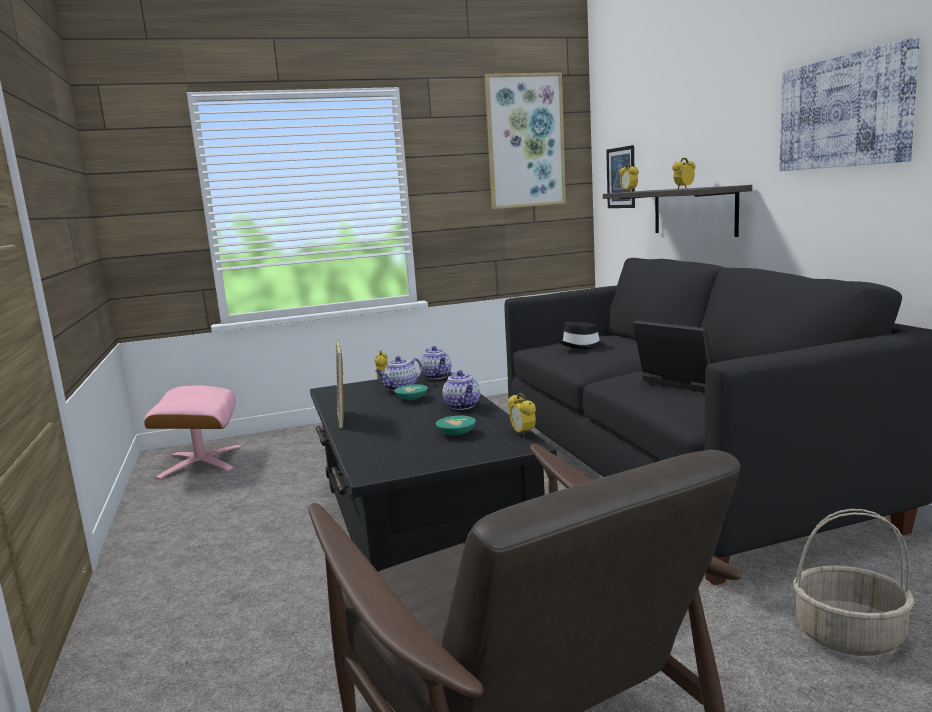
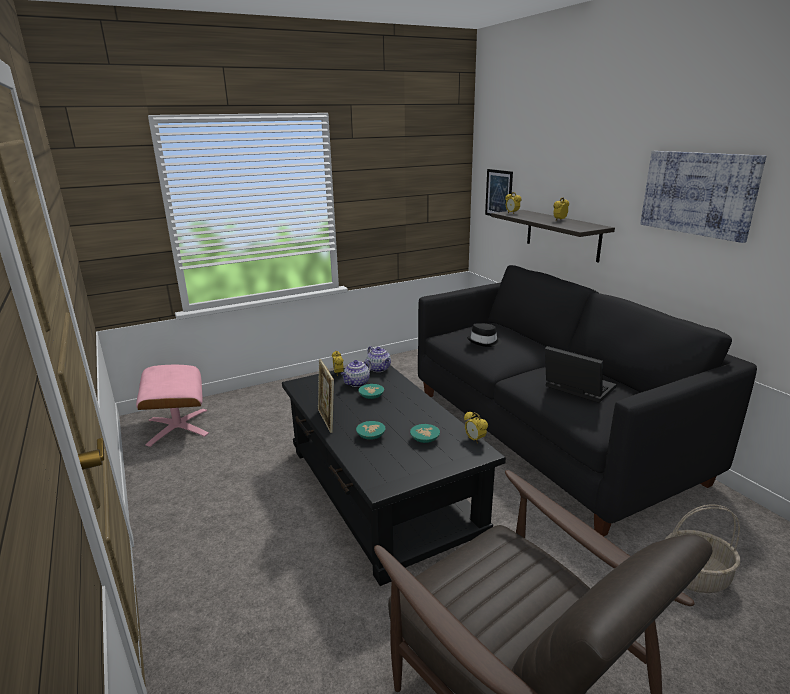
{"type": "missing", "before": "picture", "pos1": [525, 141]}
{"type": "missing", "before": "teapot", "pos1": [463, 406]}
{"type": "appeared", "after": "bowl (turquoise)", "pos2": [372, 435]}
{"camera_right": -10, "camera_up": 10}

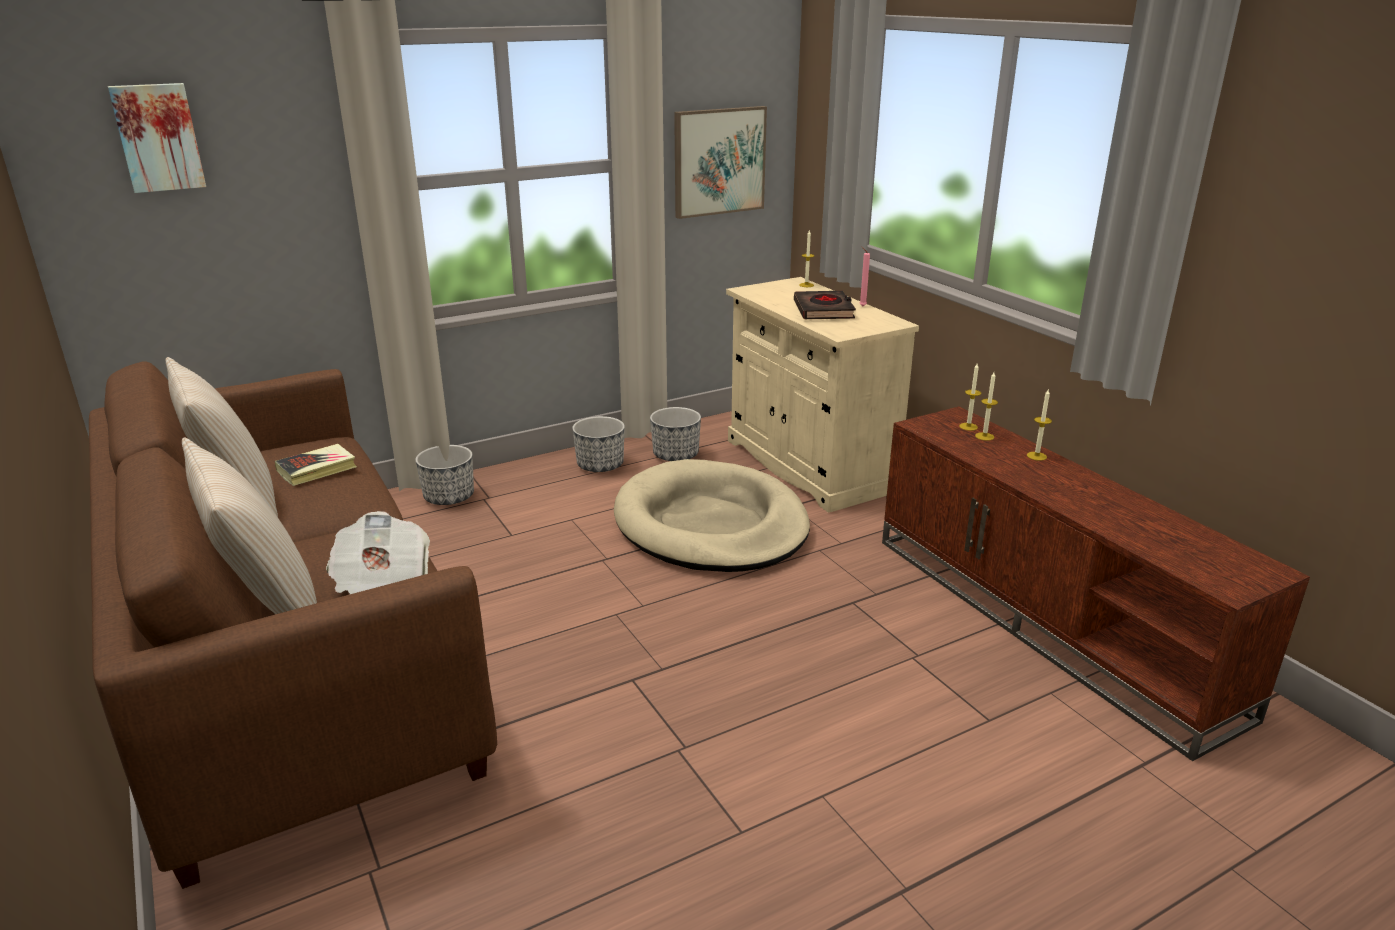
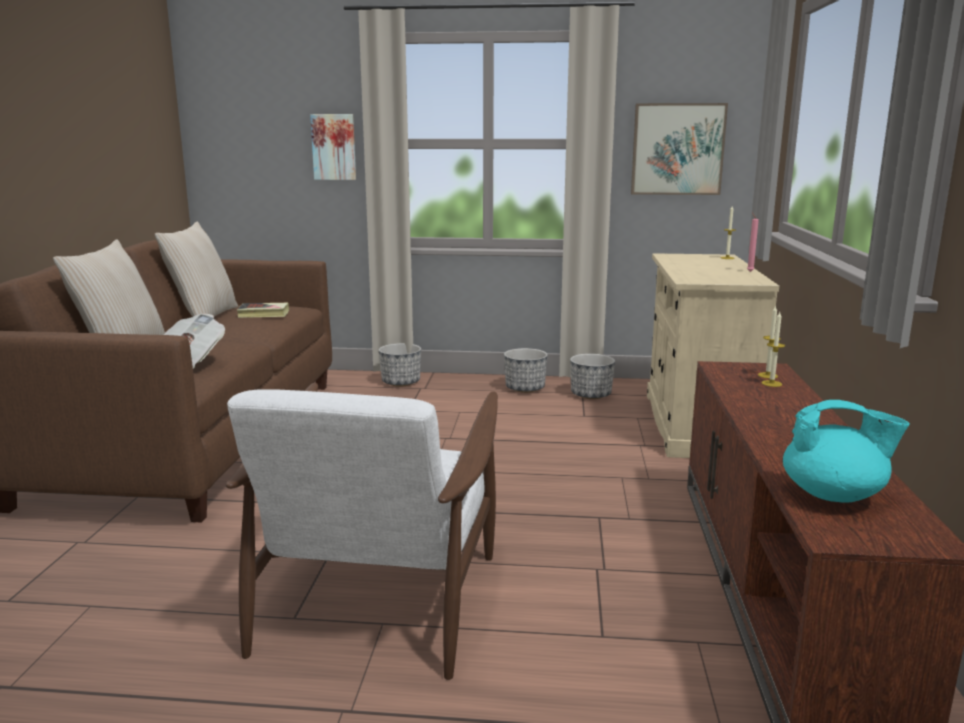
{"type": "relocated", "before": "picture", "pos1": [158, 137], "pos2": [334, 147]}
{"type": "missing", "before": "book (black)", "pos1": [824, 310]}
{"type": "missing", "before": "candle", "pos1": [1036, 456]}
{"type": "missing", "before": "dog bed (beige)", "pos1": [711, 524]}
{"type": "appeared", "after": "armchair (white)", "pos2": [379, 596]}
{"type": "appeared", "after": "teapot (turquoise)", "pos2": [834, 495]}
{"camera_right": 35, "camera_up": -10}

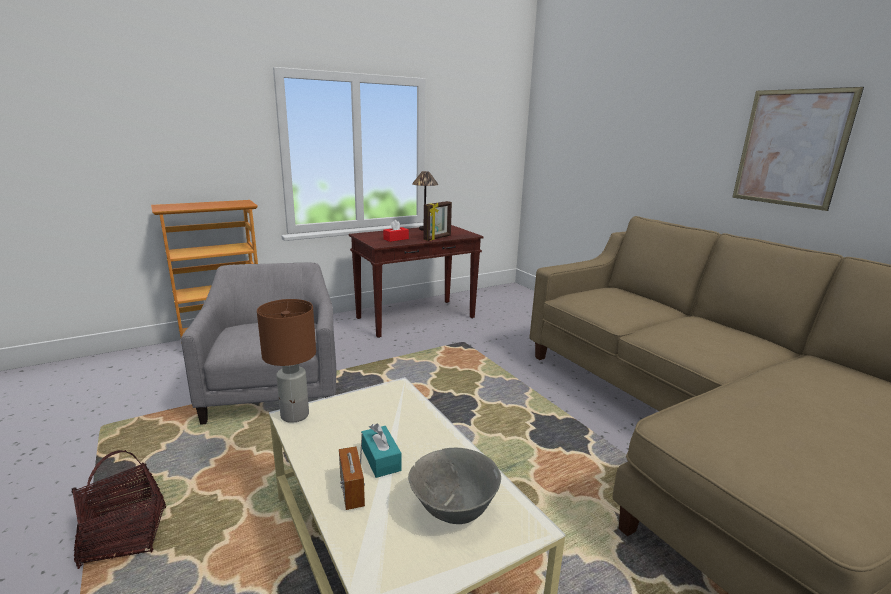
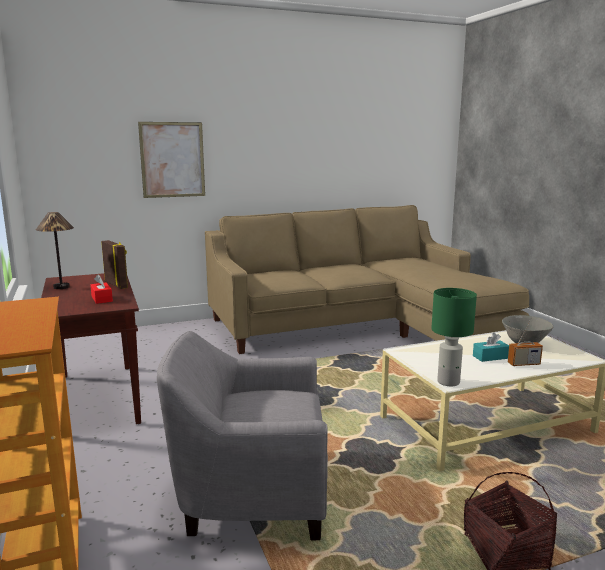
{"type": "relocated", "before": "picture", "pos1": [791, 148], "pos2": [172, 160]}
{"type": "colour", "before": "table lamp (brown)", "after": "table lamp (green)", "pos1": [295, 415], "pos2": [448, 382]}
{"camera_right": -80, "camera_up": -5}

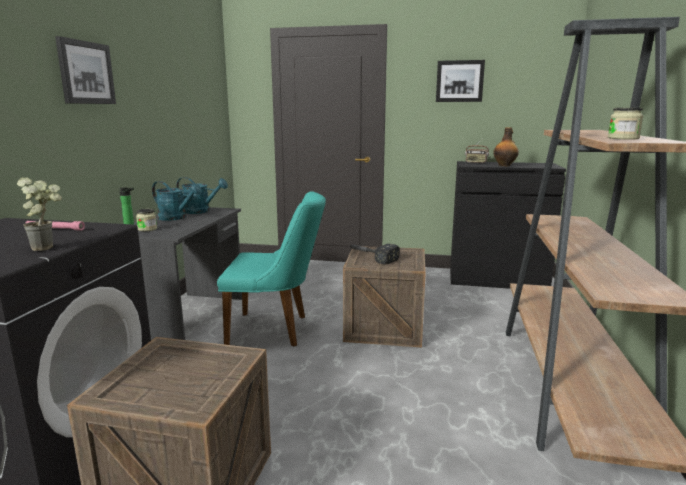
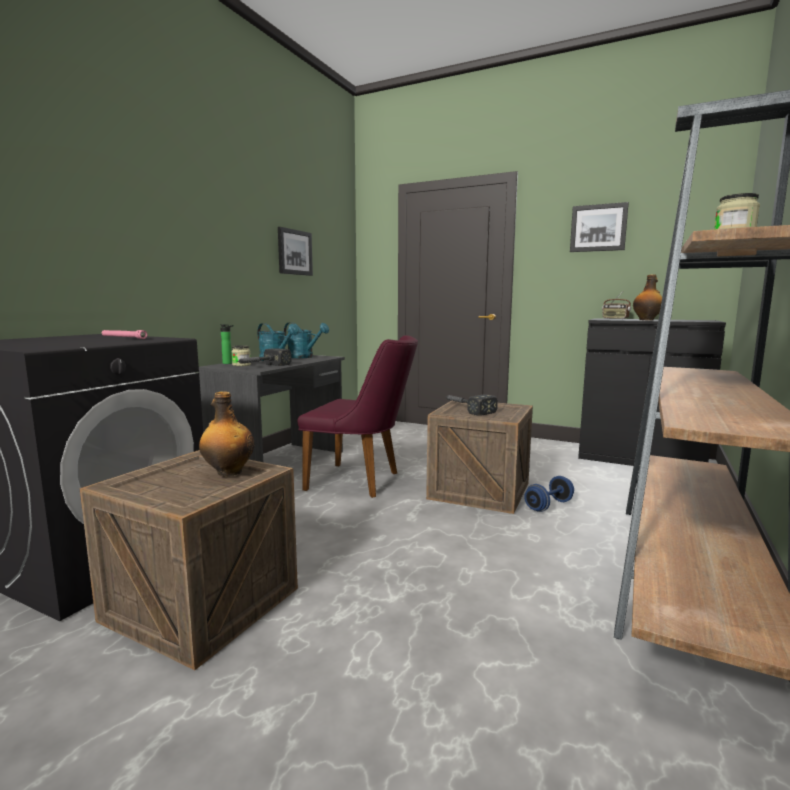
{"type": "relocated", "before": "picture", "pos1": [85, 73], "pos2": [294, 252]}
{"type": "missing", "before": "potted plant", "pos1": [49, 247]}
{"type": "colour", "before": "chair (turquoise)", "after": "chair (purple)", "pos1": [276, 330], "pos2": [361, 481]}
{"type": "appeared", "after": "hammer", "pos2": [261, 366]}
{"type": "appeared", "after": "bottle", "pos2": [228, 472]}
{"type": "appeared", "after": "dumbbell (blue)", "pos2": [548, 505]}
{"camera_right": 15, "camera_up": -5}

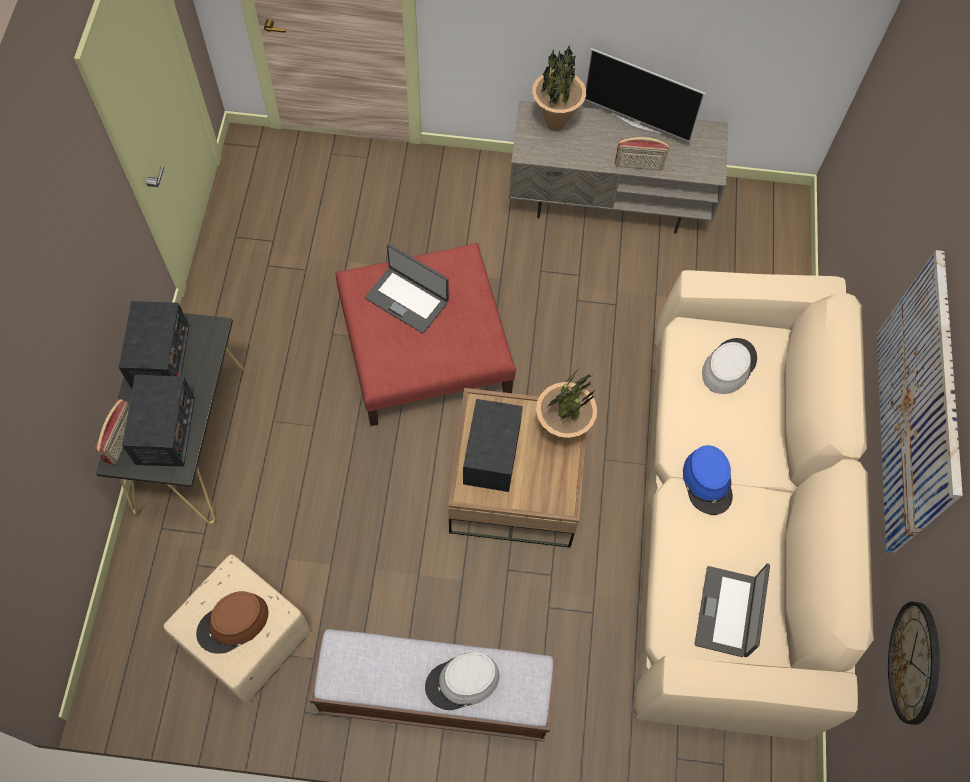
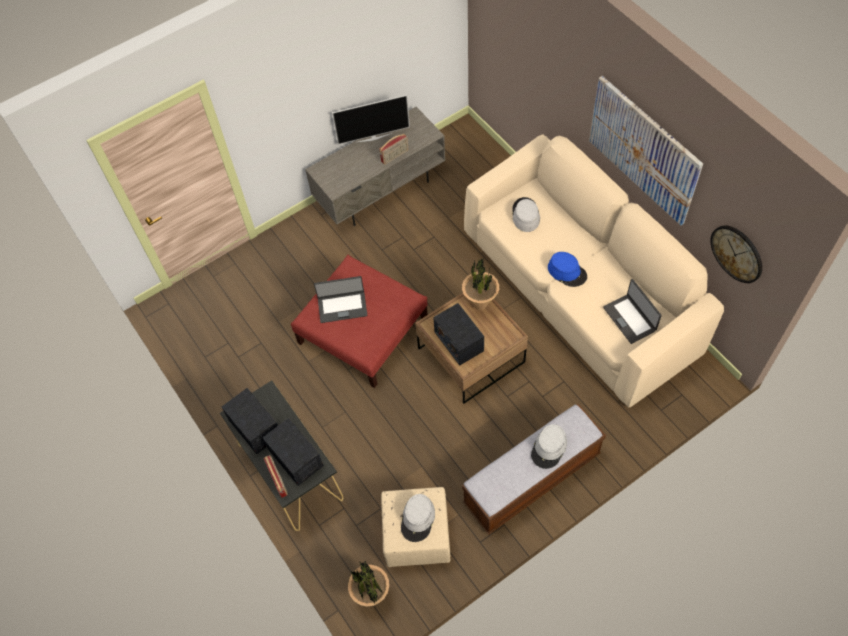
{"type": "relocated", "before": "potted plant", "pos1": [555, 125], "pos2": [372, 595]}
{"type": "colour", "before": "hat (brown)", "after": "hat (grey)", "pos1": [233, 623], "pos2": [418, 519]}
{"camera_right": -35, "camera_up": -5}

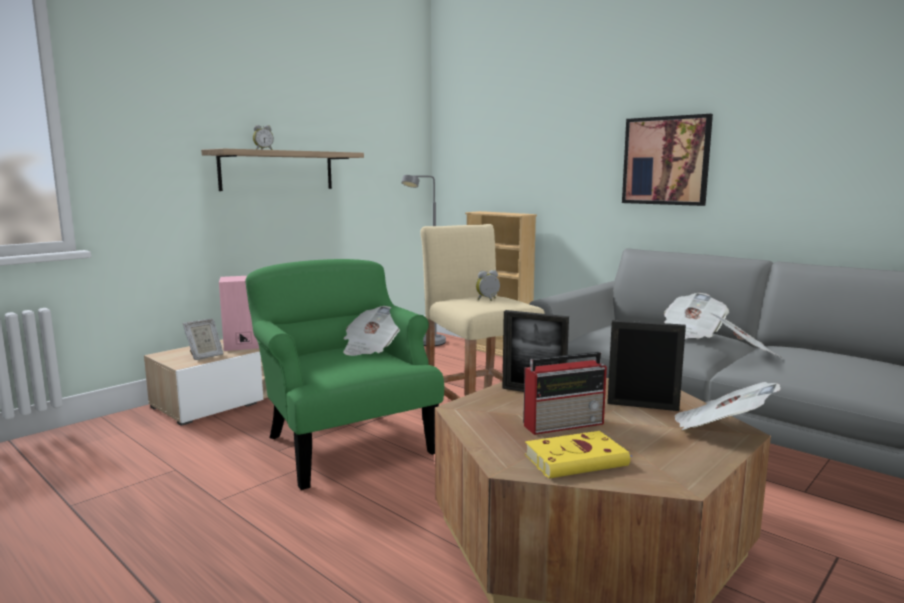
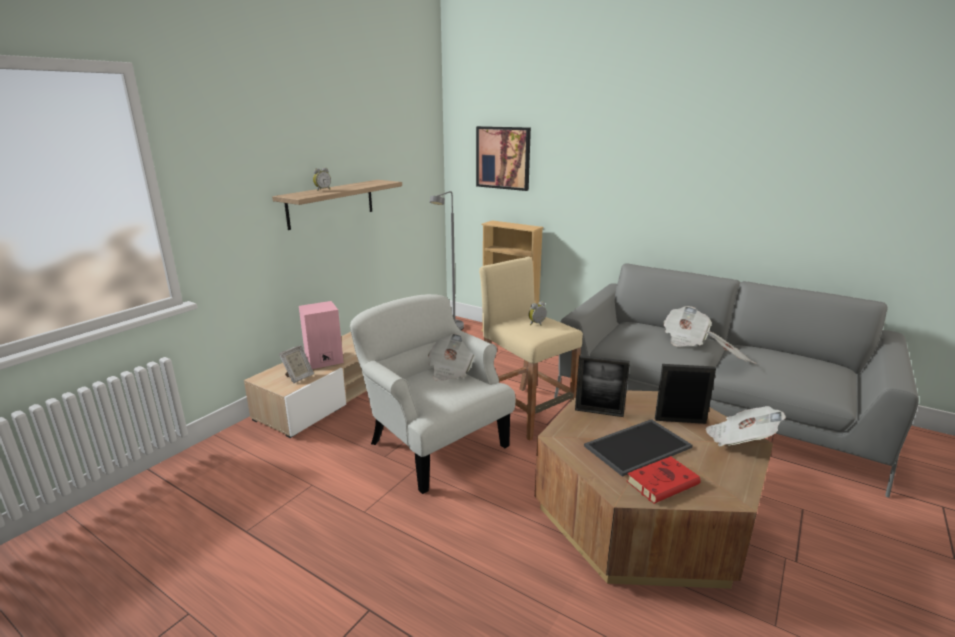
{"type": "relocated", "before": "picture", "pos1": [666, 161], "pos2": [503, 158]}
{"type": "colour", "before": "armchair (green)", "after": "armchair (white)", "pos1": [345, 443], "pos2": [434, 444]}
{"type": "exchanged", "before": "radio", "after": "tray", "pos1": [565, 424], "pos2": [637, 446]}
{"type": "colour", "before": "book (yellow)", "after": "book (red)", "pos1": [578, 460], "pos2": [663, 482]}
{"camera_right": -10, "camera_up": 10}

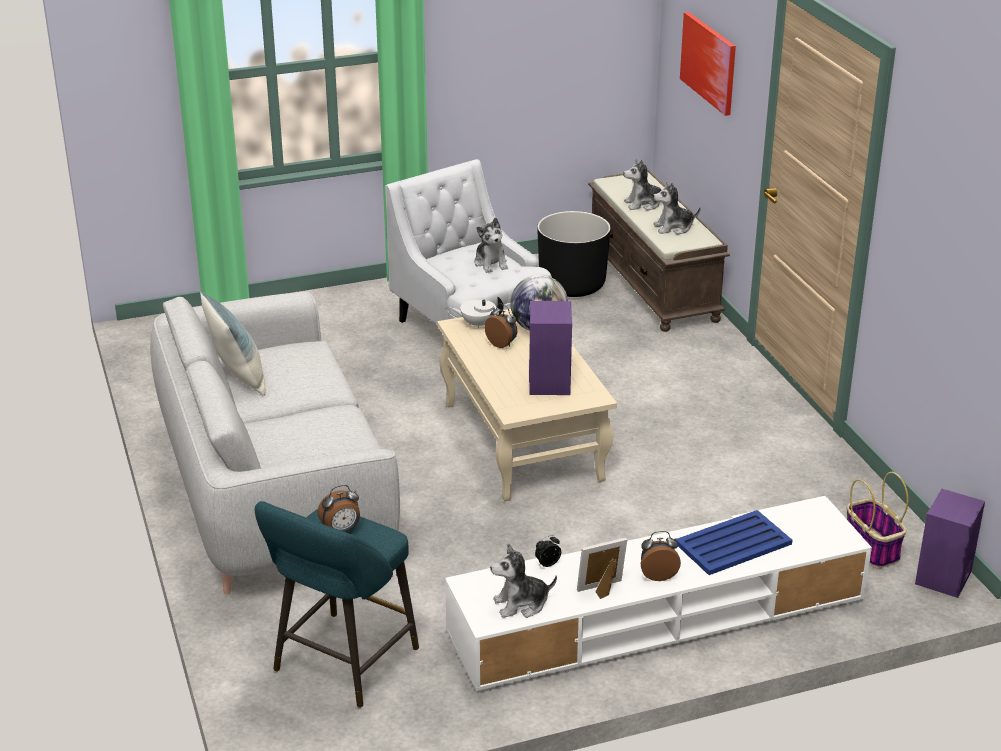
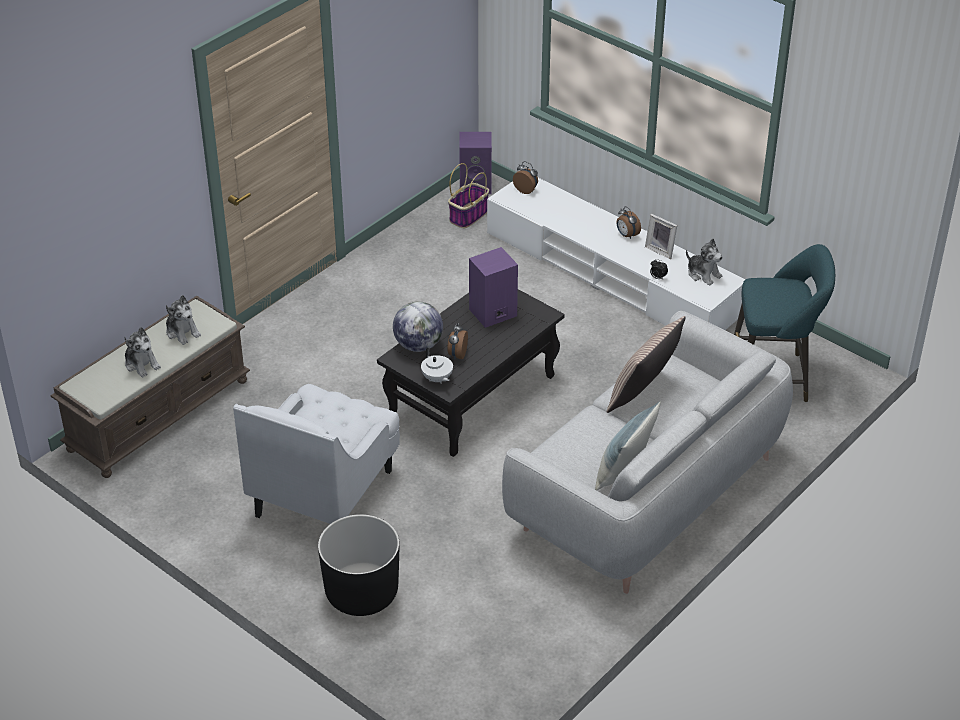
{"type": "missing", "before": "picture", "pos1": [709, 62]}
{"type": "relocated", "before": "planter (black)", "pos1": [572, 285], "pos2": [361, 592]}
{"type": "missing", "before": "plush toy", "pos1": [491, 263]}
{"type": "colour", "before": "coffee table (beige)", "after": "coffee table (black)", "pos1": [521, 440], "pos2": [471, 397]}
{"type": "relocated", "before": "alarm clock", "pos1": [341, 530], "pos2": [526, 190]}
{"type": "missing", "before": "tray (blue)", "pos1": [734, 543]}
{"type": "appeared", "after": "pillow", "pos2": [643, 394]}
{"camera_right": -120, "camera_up": 10}

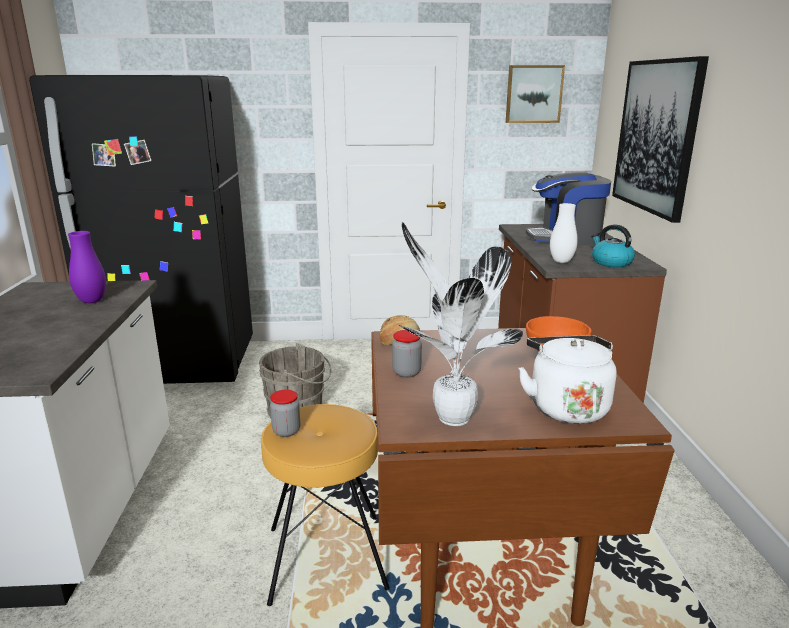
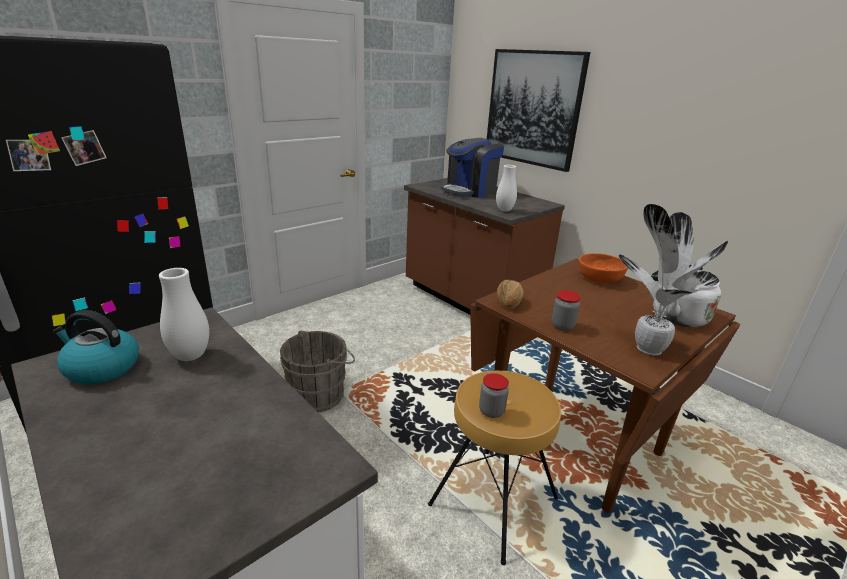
{"type": "missing", "before": "picture", "pos1": [533, 94]}
{"type": "relocated", "before": "kettle", "pos1": [610, 262], "pos2": [101, 368]}
{"type": "colour", "before": "vase (purple)", "after": "vase (white)", "pos1": [92, 301], "pos2": [190, 356]}
{"camera_right": -40, "camera_up": 5}

